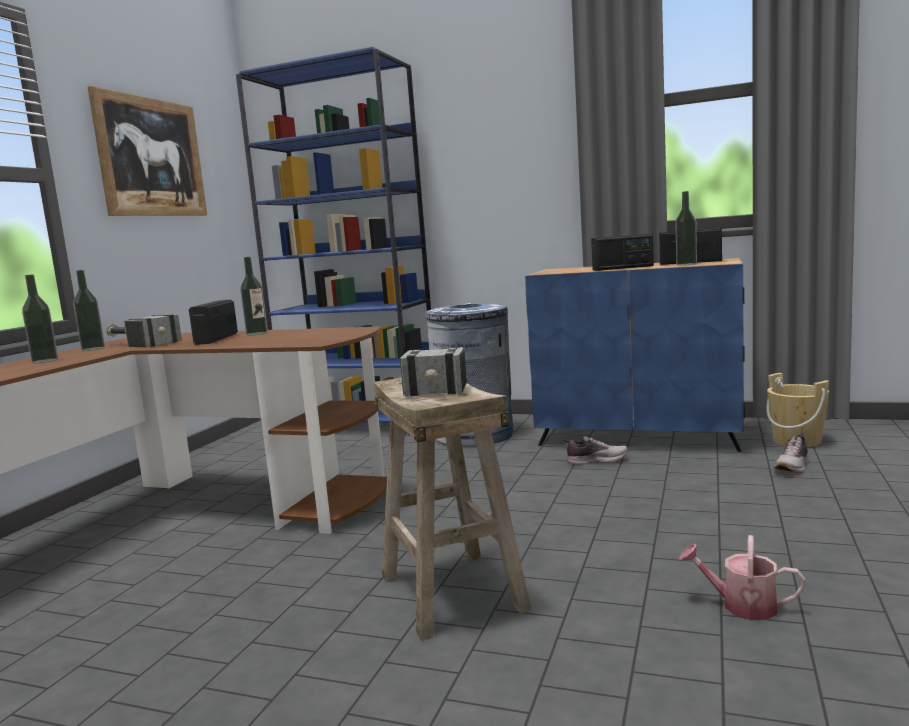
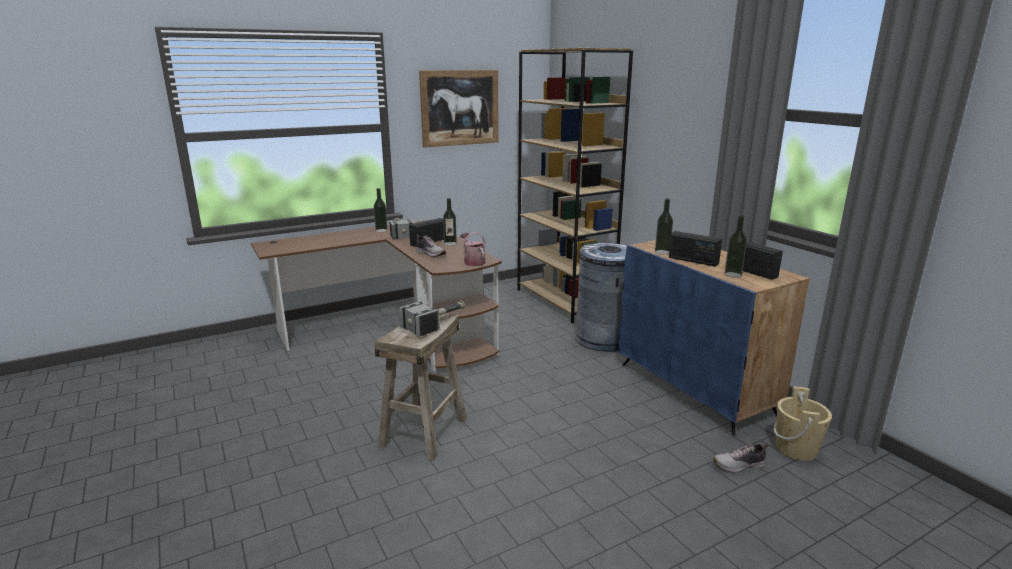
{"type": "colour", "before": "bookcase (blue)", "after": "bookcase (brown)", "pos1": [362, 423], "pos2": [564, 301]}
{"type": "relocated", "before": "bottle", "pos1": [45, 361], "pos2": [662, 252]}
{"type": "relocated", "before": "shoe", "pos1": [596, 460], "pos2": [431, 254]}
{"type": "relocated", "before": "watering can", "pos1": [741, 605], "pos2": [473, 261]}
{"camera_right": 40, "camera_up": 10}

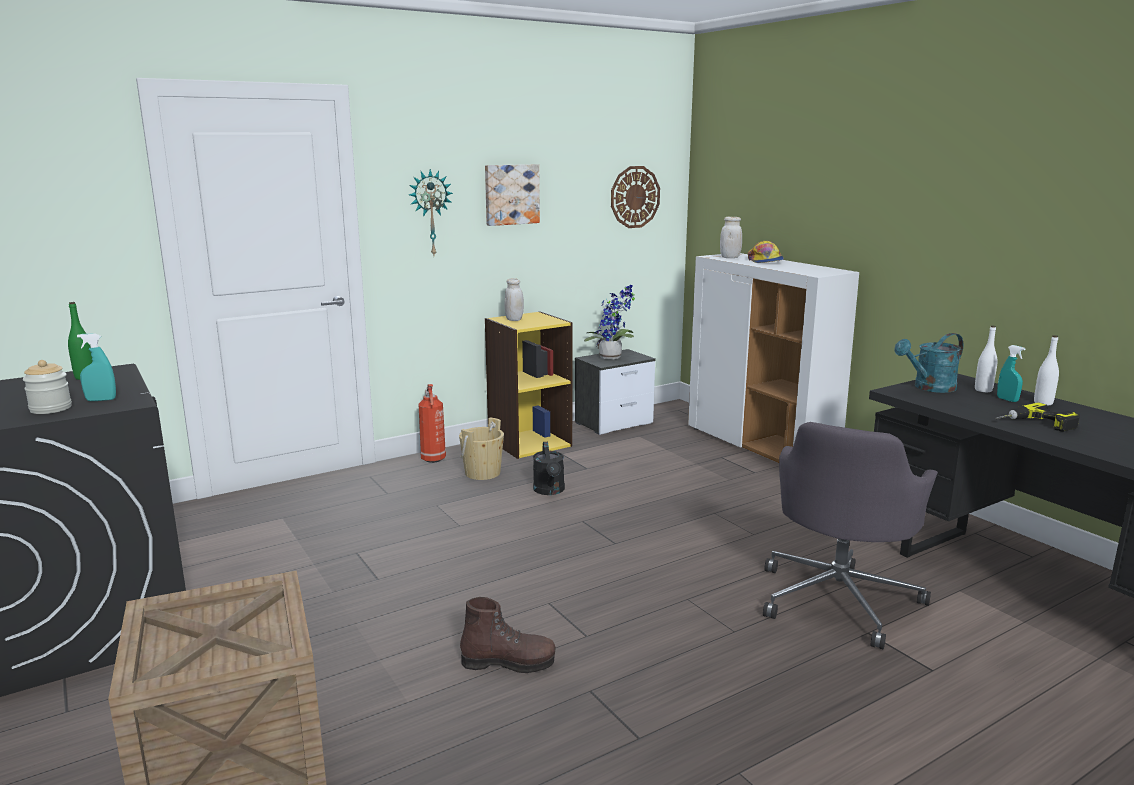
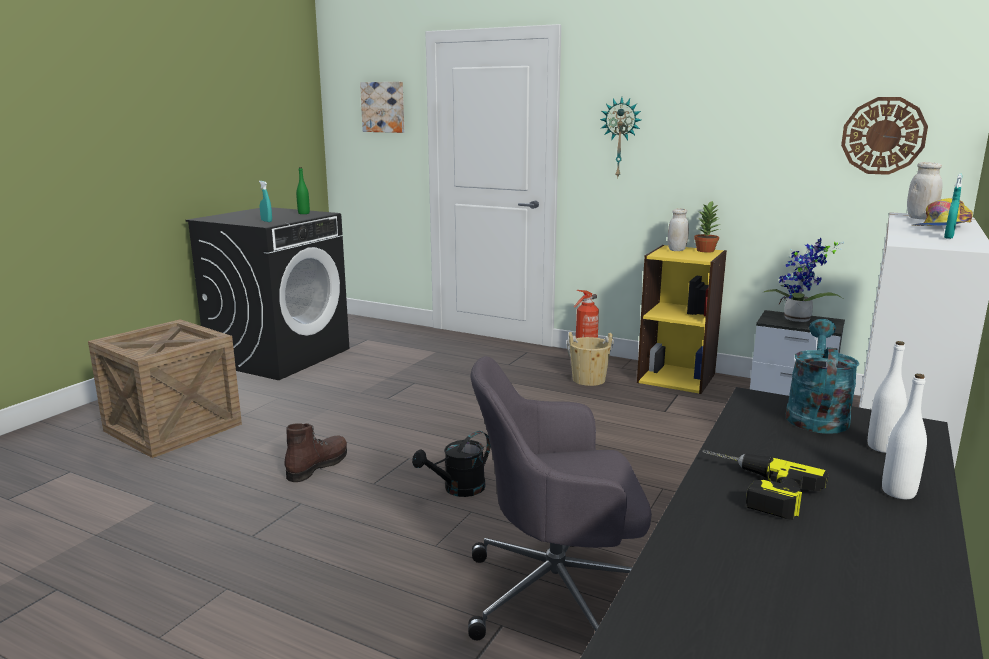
{"type": "relocated", "before": "picture", "pos1": [511, 194], "pos2": [384, 107]}
{"type": "spun", "before": "watering can (turquoise)", "pos1": [929, 388], "pos2": [815, 414], "turn": 75}
{"type": "relocated", "before": "spray bottle (turquoise)", "pos1": [1007, 400], "pos2": [948, 237]}
{"type": "missing", "before": "jar", "pos1": [51, 409]}
{"type": "relocated", "before": "watering can (black)", "pos1": [550, 491], "pos2": [458, 489]}
{"type": "spun", "before": "boot (brown)", "pos1": [508, 662], "pos2": [317, 466], "turn": -120}
{"type": "appeared", "after": "potted plant", "pos2": [706, 250]}
{"camera_right": 60, "camera_up": 0}

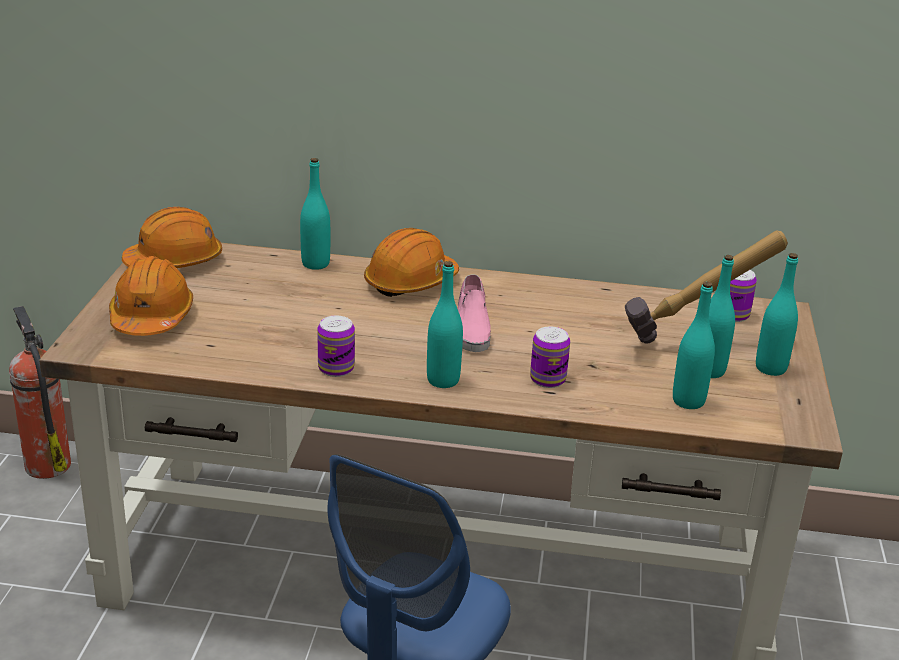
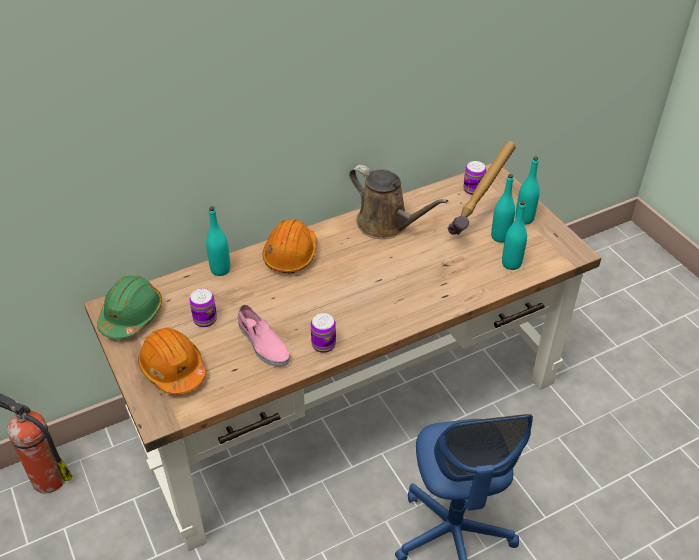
{"type": "colour", "before": "hard hat (orange)", "after": "hard hat (green)", "pos1": [174, 261], "pos2": [131, 315]}
{"type": "missing", "before": "bottle (turquoise)", "pos1": [443, 380]}
{"type": "relocated", "before": "shoe (pink)", "pos1": [471, 327], "pos2": [263, 343]}
{"type": "relocated", "before": "can", "pos1": [548, 379], "pos2": [205, 319]}
{"type": "appeared", "after": "watering can (brown)", "pos2": [387, 224]}
{"camera_right": -35, "camera_up": 15}

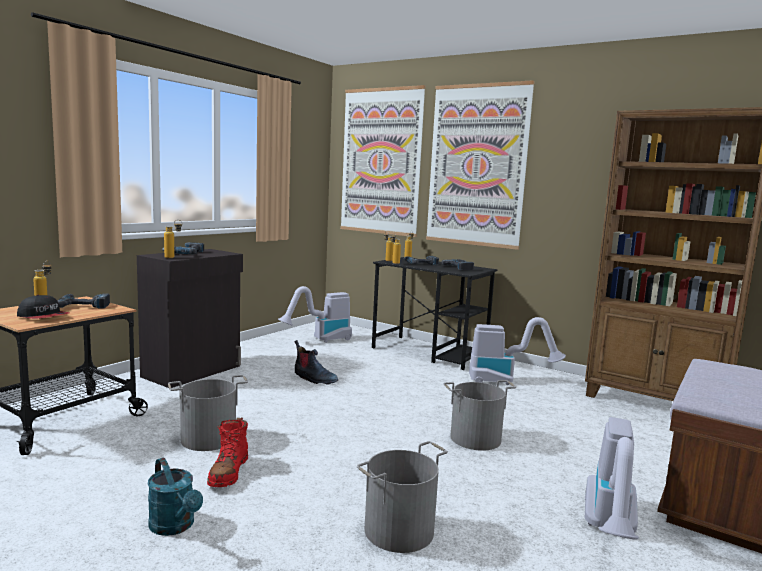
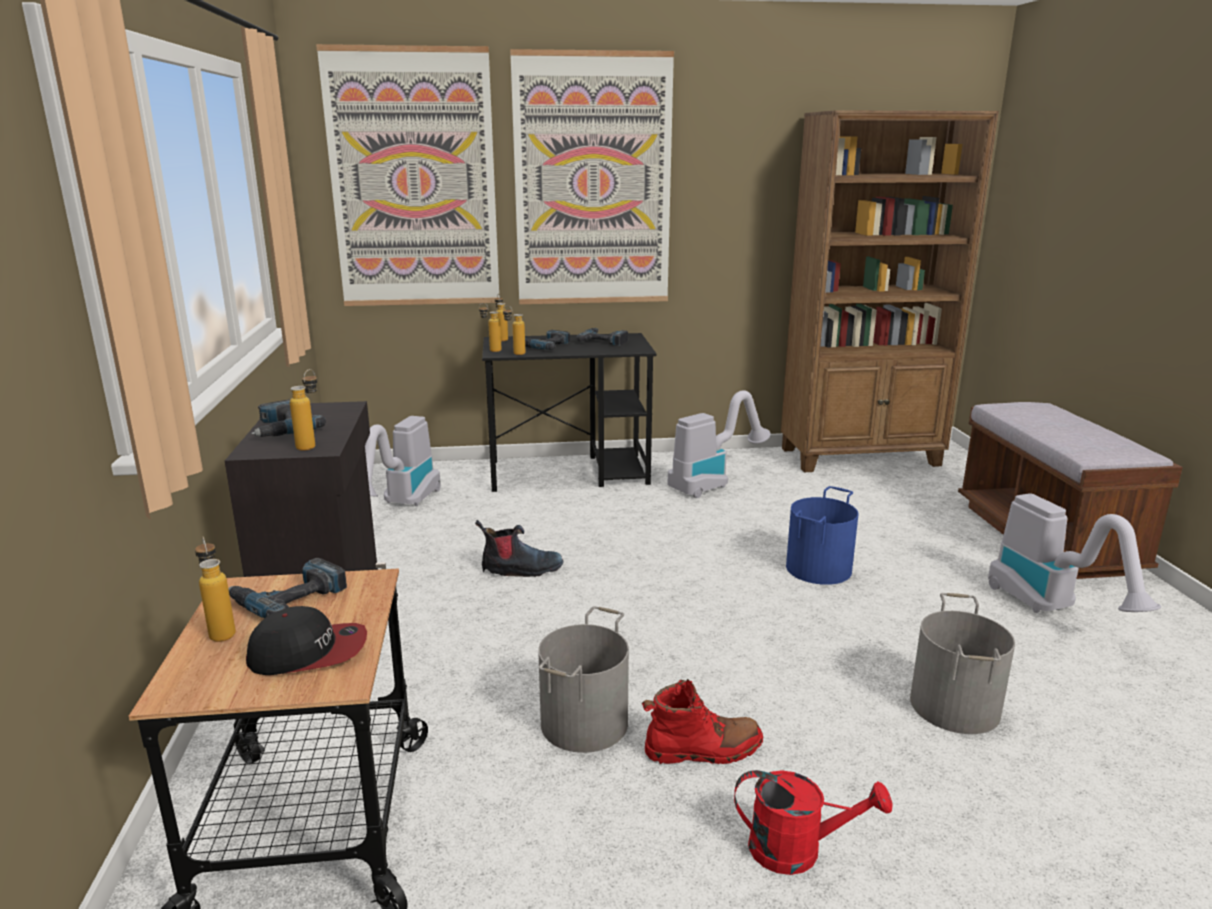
{"type": "colour", "before": "bucket (grey)", "after": "bucket (blue)", "pos1": [475, 438], "pos2": [817, 568]}
{"type": "spun", "before": "boot (red)", "pos1": [228, 472], "pos2": [703, 750], "turn": -60}
{"type": "colour", "before": "watering can (turquoise)", "after": "watering can (red)", "pos1": [175, 526], "pos2": [798, 850]}
{"camera_right": -40, "camera_up": 10}

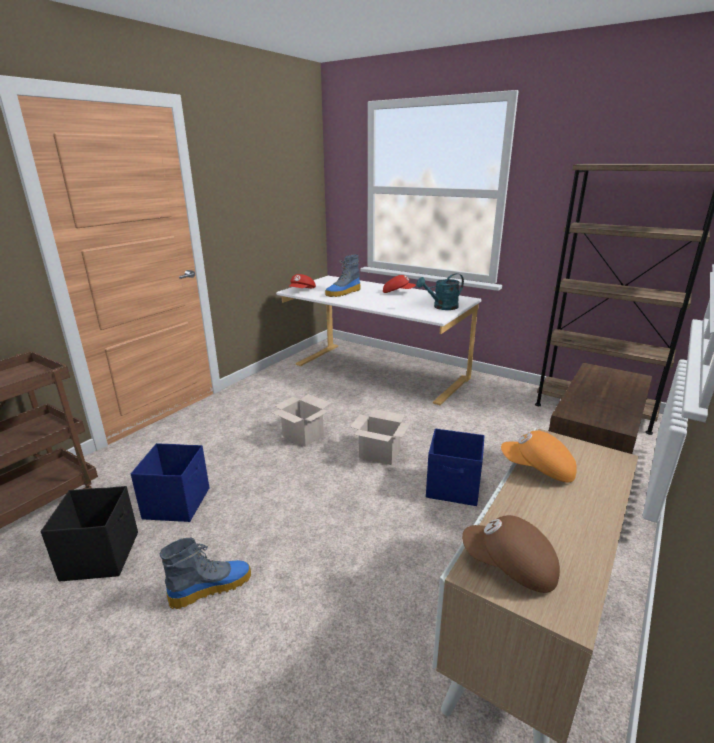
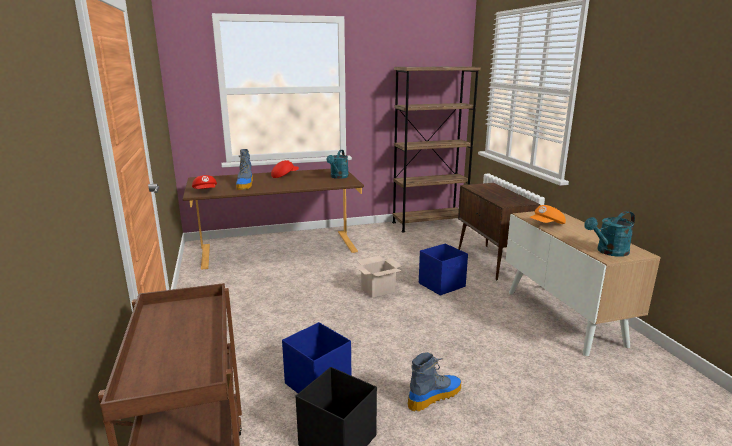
{"type": "colour", "before": "desk (white)", "after": "desk (brown)", "pos1": [375, 372], "pos2": [278, 250]}
{"type": "missing", "before": "cardboard box", "pos1": [304, 435]}
{"type": "exchanged", "before": "cap (brown)", "after": "watering can (turquoise)", "pos1": [510, 567], "pos2": [608, 252]}
{"type": "spun", "before": "boot", "pos1": [211, 587], "pos2": [434, 396], "turn": 45}
{"camera_right": -50, "camera_up": -5}

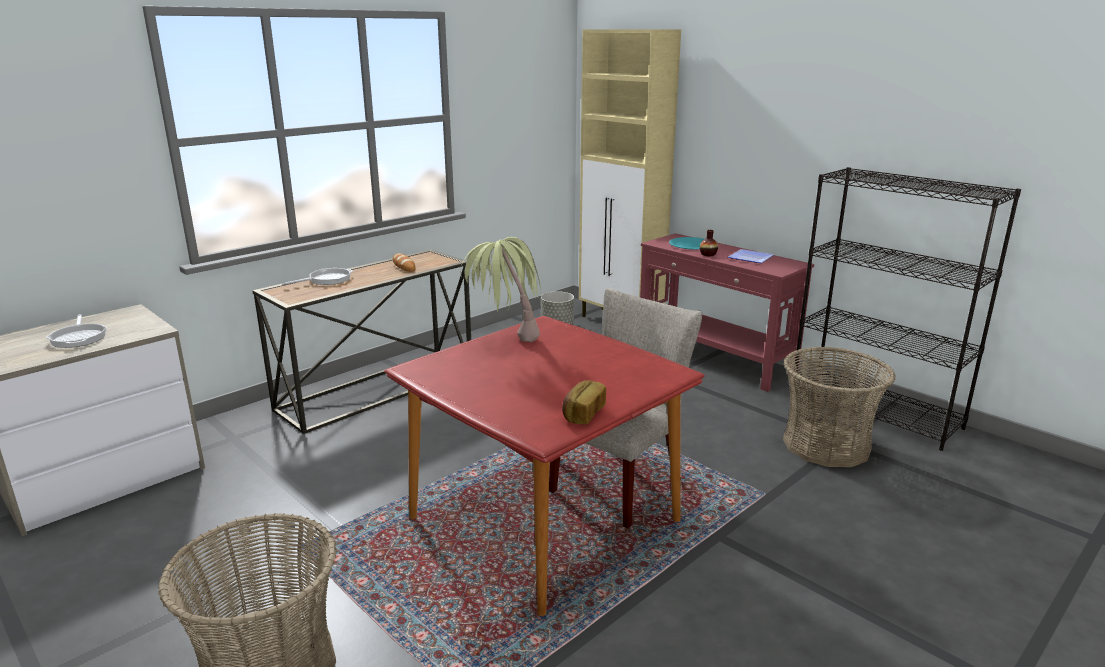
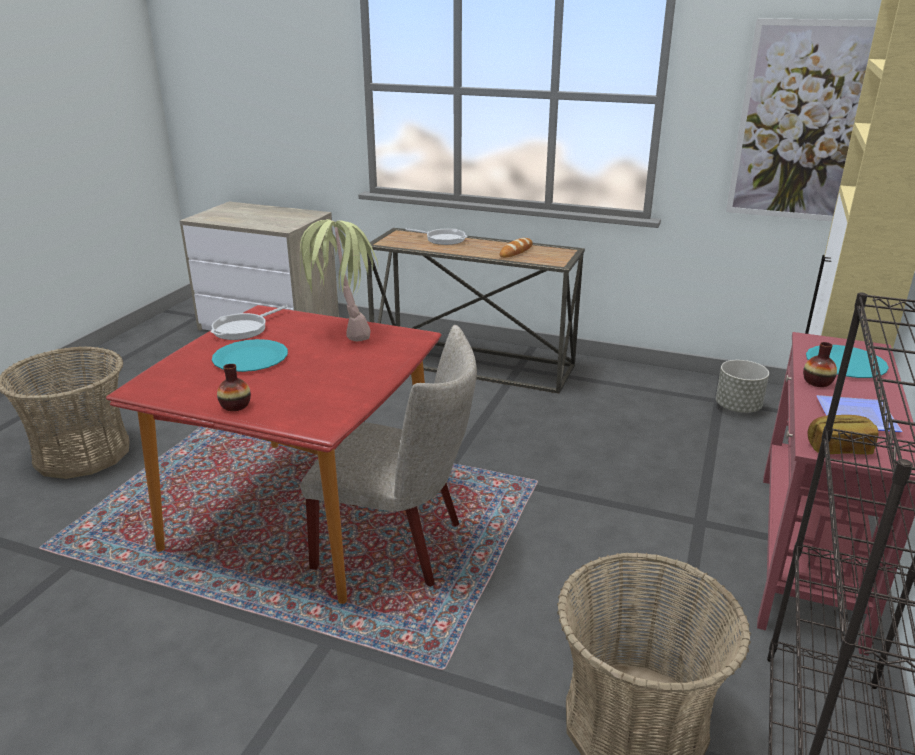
{"type": "relocated", "before": "frying pan", "pos1": [79, 337], "pos2": [243, 329]}
{"type": "relocated", "before": "bread", "pos1": [583, 414], "pos2": [838, 448]}
{"type": "appeared", "after": "picture", "pos2": [808, 123]}
{"type": "appeared", "after": "plate (turquoise)", "pos2": [250, 358]}
{"type": "appeared", "after": "vase", "pos2": [235, 406]}
{"camera_right": 65, "camera_up": 5}

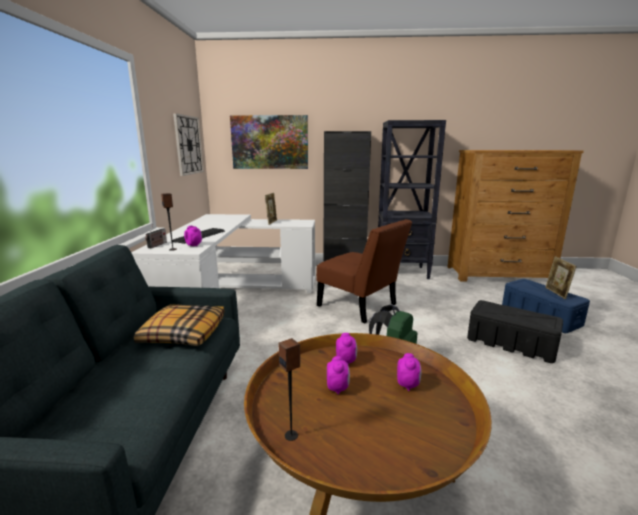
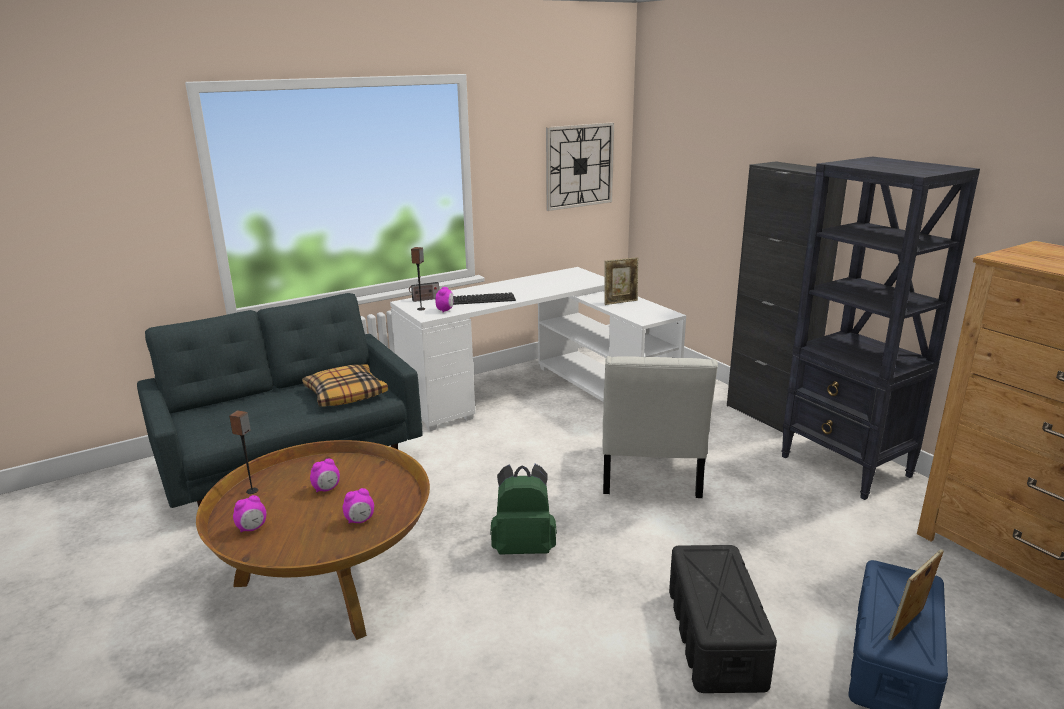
{"type": "missing", "before": "picture", "pos1": [269, 142]}
{"type": "colour", "before": "chair (brown)", "after": "chair (white)", "pos1": [360, 306], "pos2": [649, 475]}
{"type": "relocated", "before": "alarm clock", "pos1": [346, 361], "pos2": [252, 528]}
{"camera_right": 55, "camera_up": 5}

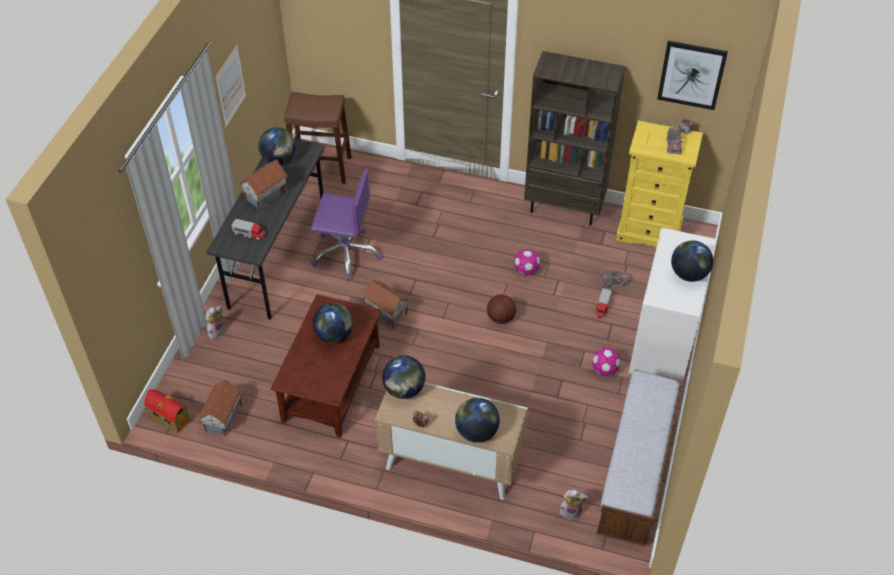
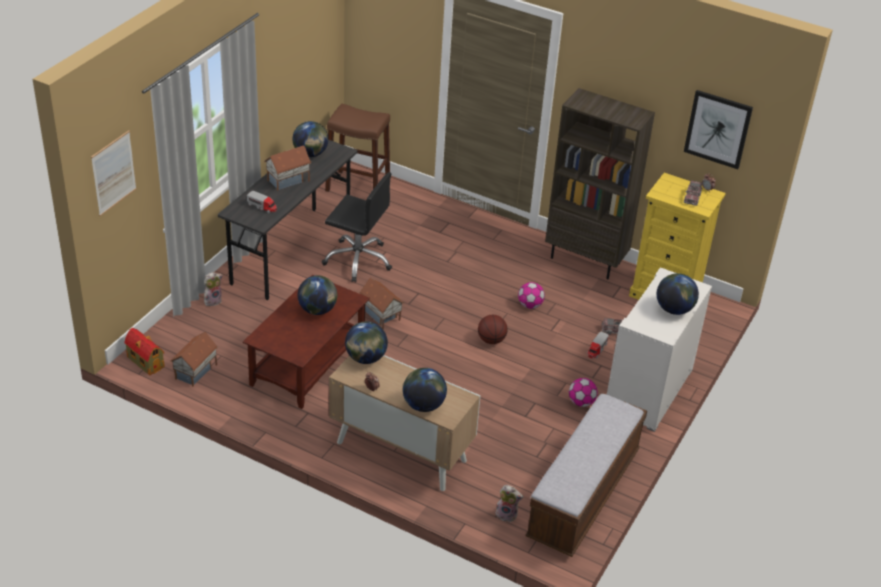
{"type": "relocated", "before": "picture", "pos1": [230, 86], "pos2": [113, 173]}
{"type": "colour", "before": "office chair (purple)", "after": "office chair (black)", "pos1": [346, 253], "pos2": [358, 260]}
{"camera_right": 10, "camera_up": -10}

